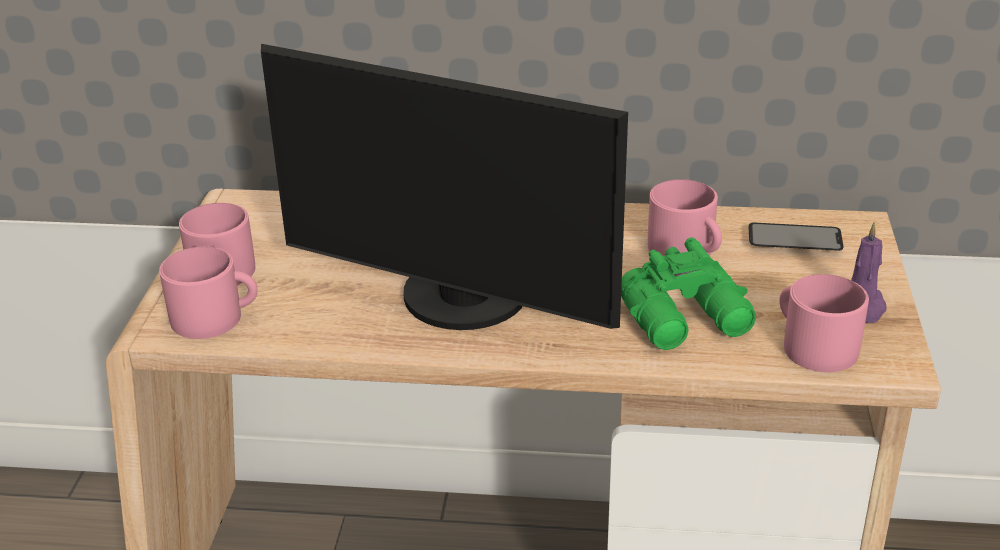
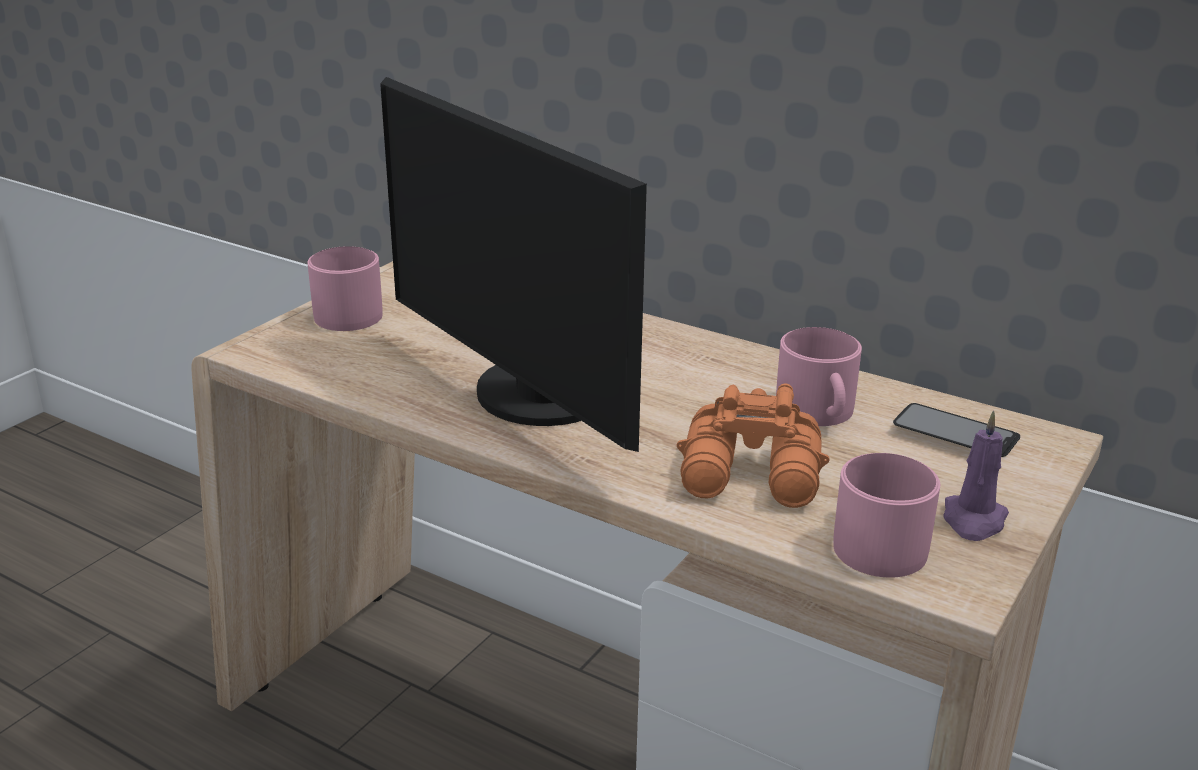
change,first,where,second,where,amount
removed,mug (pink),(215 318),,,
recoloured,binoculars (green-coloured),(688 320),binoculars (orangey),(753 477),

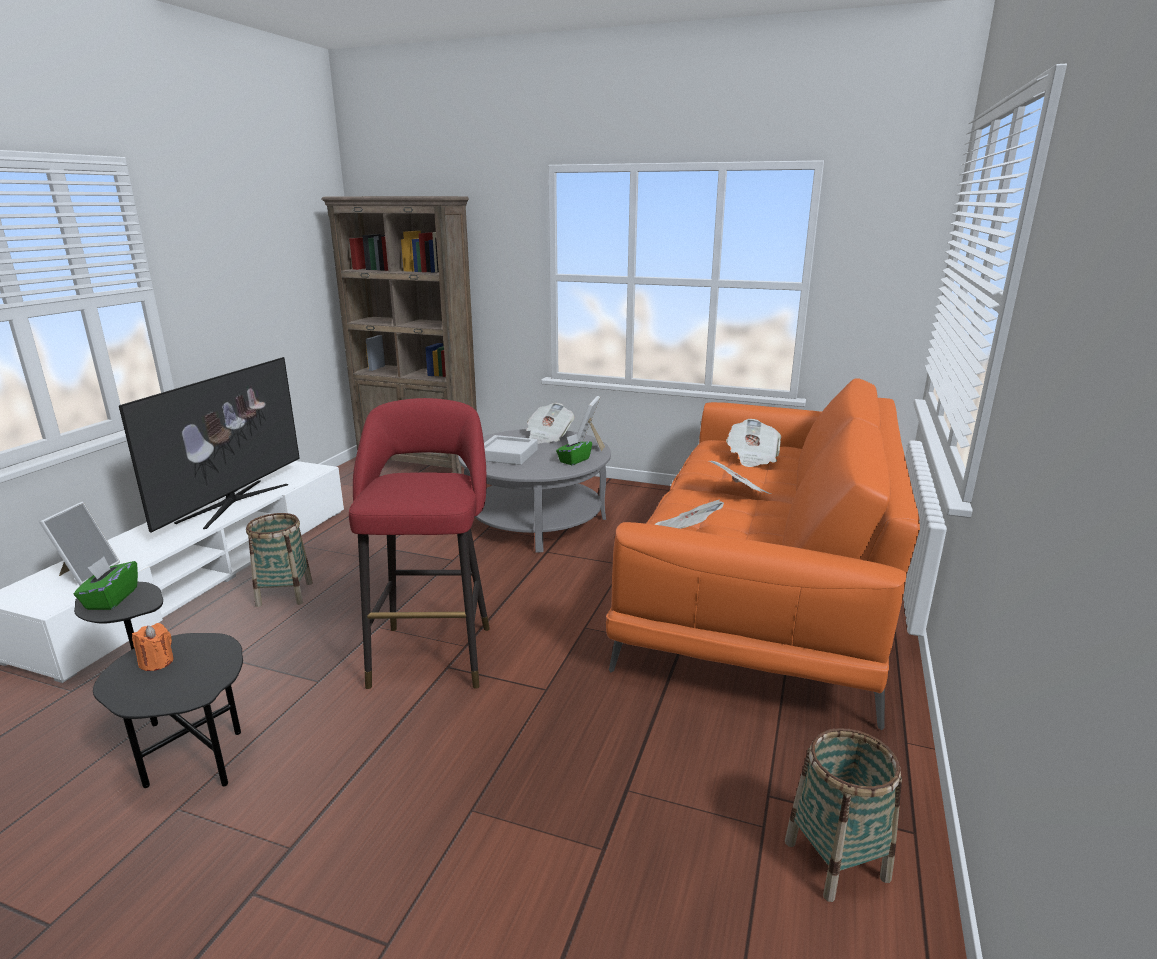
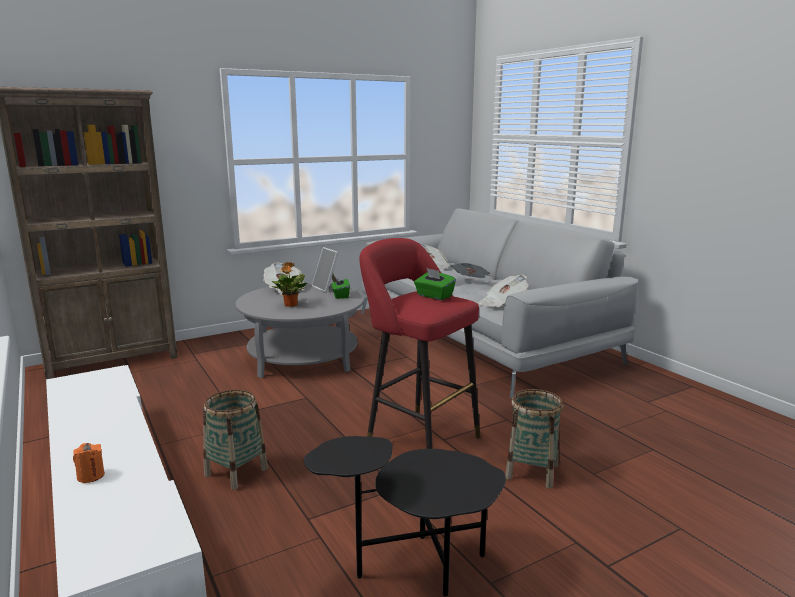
change,first,where,second,where,amount
removed,standing frame,(87 572),,,
moved,tissue holder (green-coloured),(111 599),,(434 296),
removed,TV set,(233 503),,,
moved,wax candle (orangey),(157 662),,(91 476),
replaced,tray (greyish),(507 455),houseplant,(290 305),
recoloured,couch (orangey),(763 582),couch (greyish),(480 337),
moved,basket,(836 860),,(532 472),

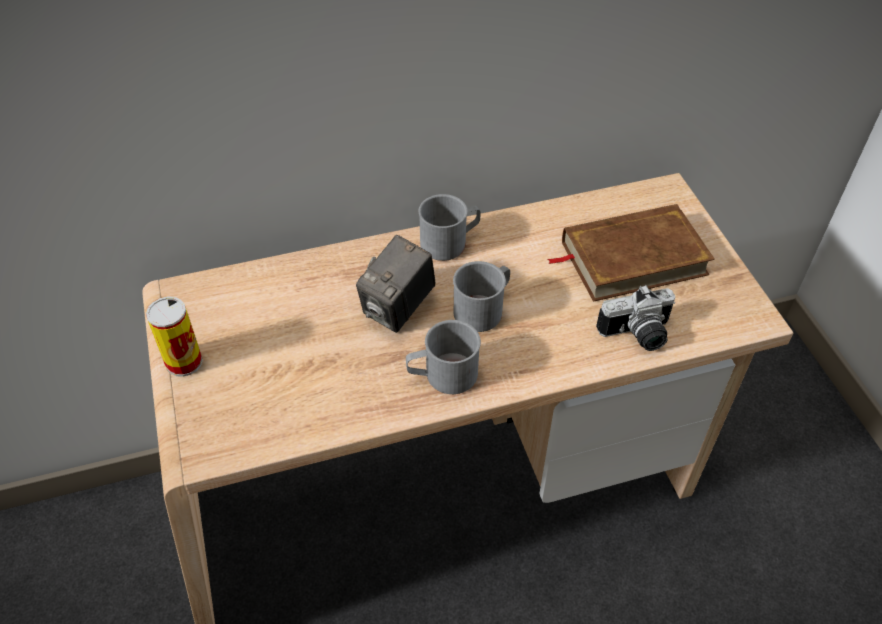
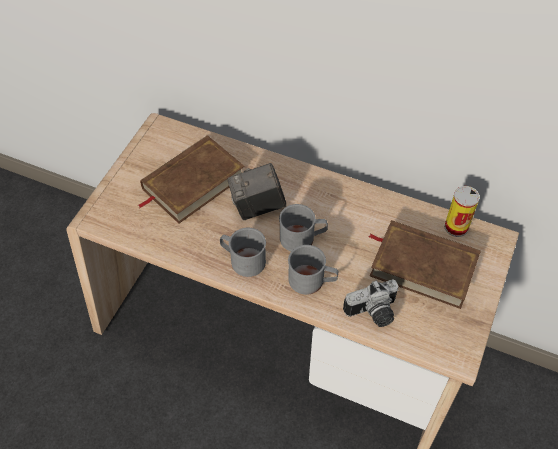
change,first,where,second,where,amount
moved,can,(184 362),,(456 227),
moved,mug (greyish),(450 242),,(312 281),
turned,still camera,(638 336),,(373 314),45 degrees counterclockwise
added,,,volume (brown-coloured),(192 182),

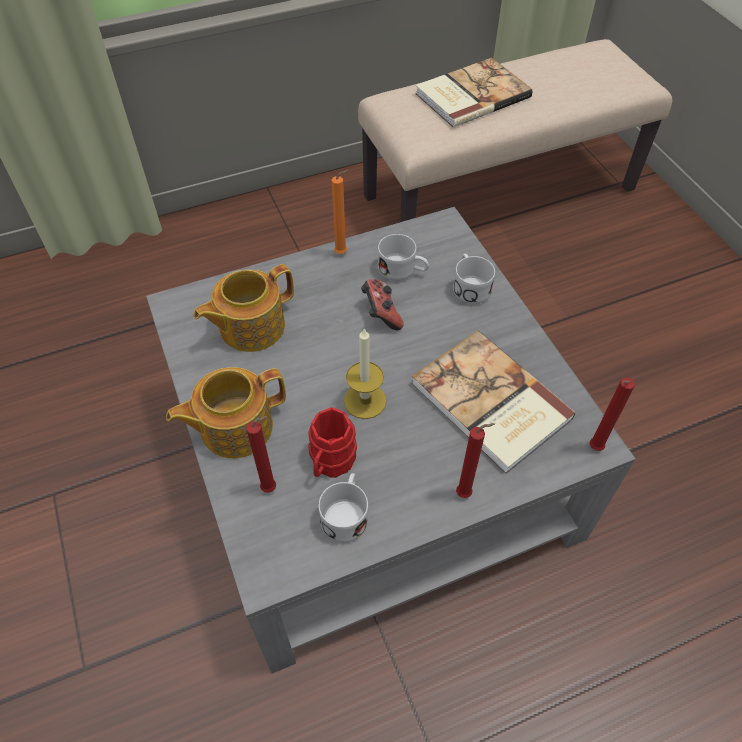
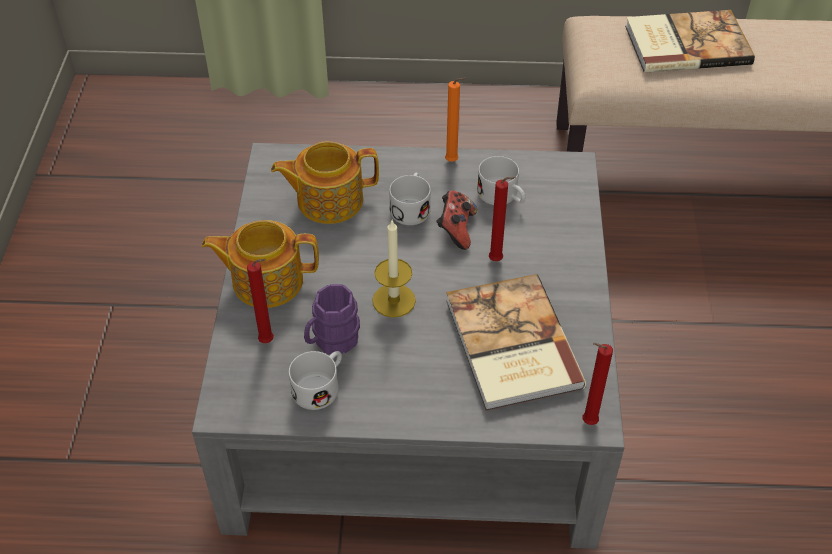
change,first,where,second,where,amount
recoloured,mug (red-coloured),(330 462),mug (purplish),(331 340),
moved,mug (white),(469 286),,(411 207),
moved,wax candle (red-coloured),(466 493),,(498 260),

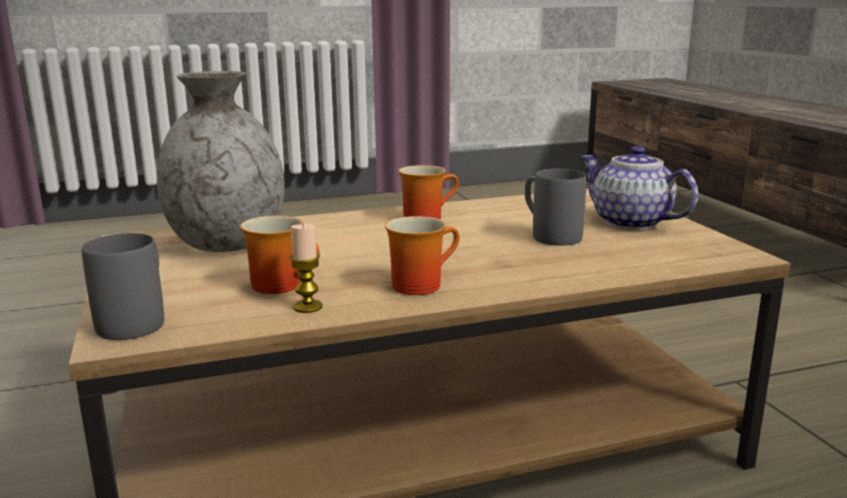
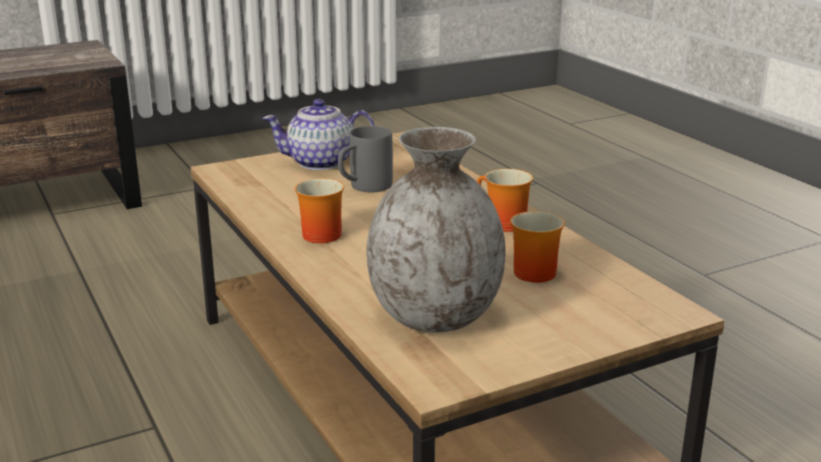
change,first,where,second,where,amount
removed,mug (greyish),(138 320),,,
removed,wax candle,(308 307),,,
turned,pot for tea,(631 222),,(321 163),45 degrees clockwise

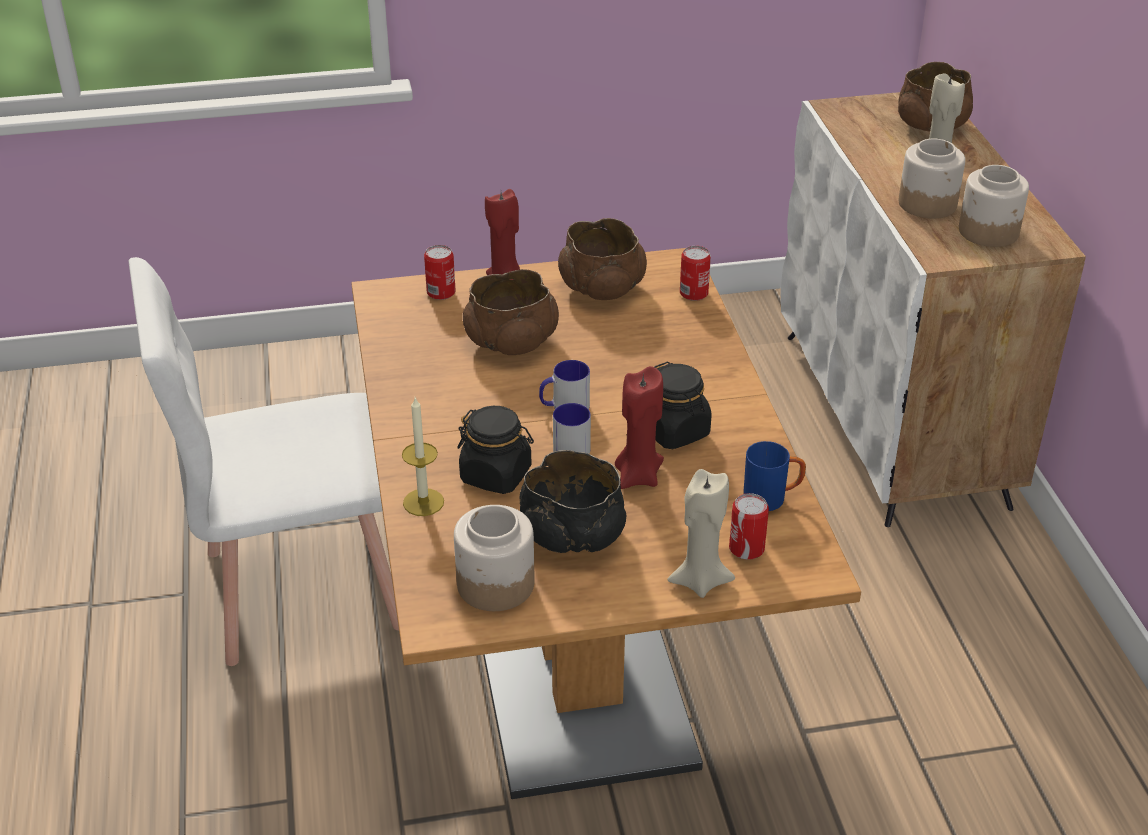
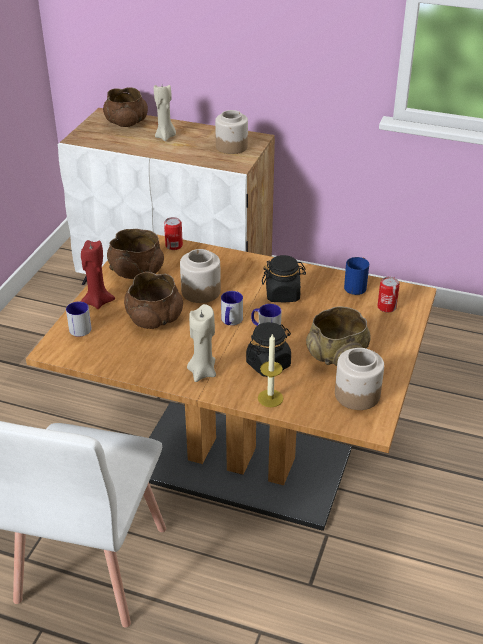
change,first,where,second,where,amount
replaced,can,(441 292),mug,(78 327),
recoloured,serving bowl (black-coloured),(573 534),serving bowl (sand-coloured),(337 355),
removed,wax candle (red-coloured),(638 476),,,
moved,wax candle (sand-coloured),(700 580),,(202 372),
moved,preserve jar,(928 203),,(200 291),

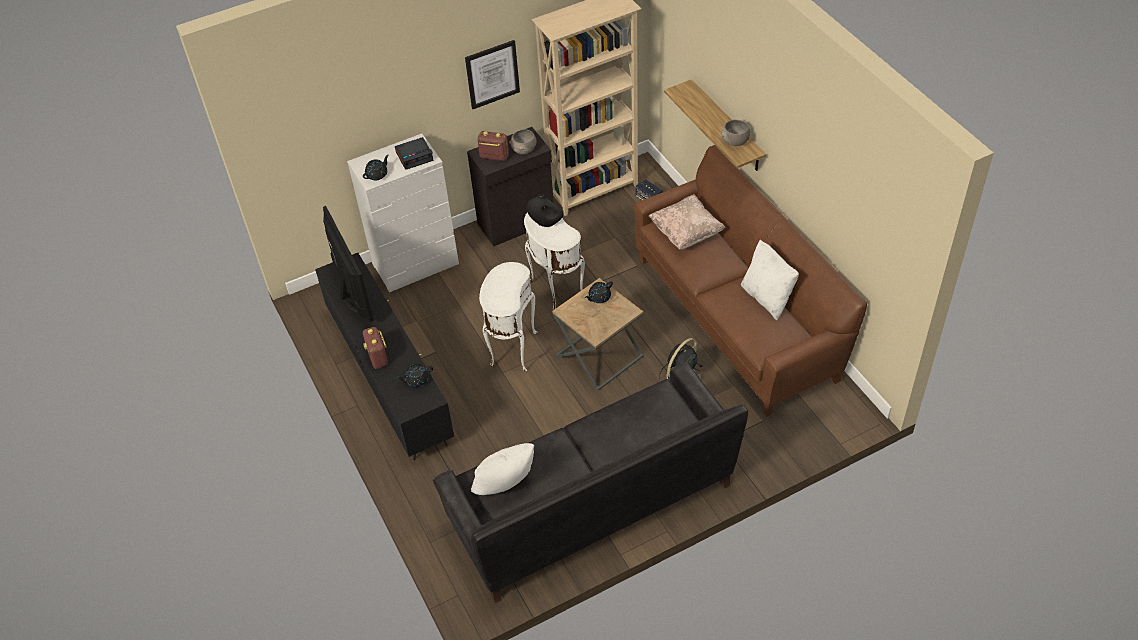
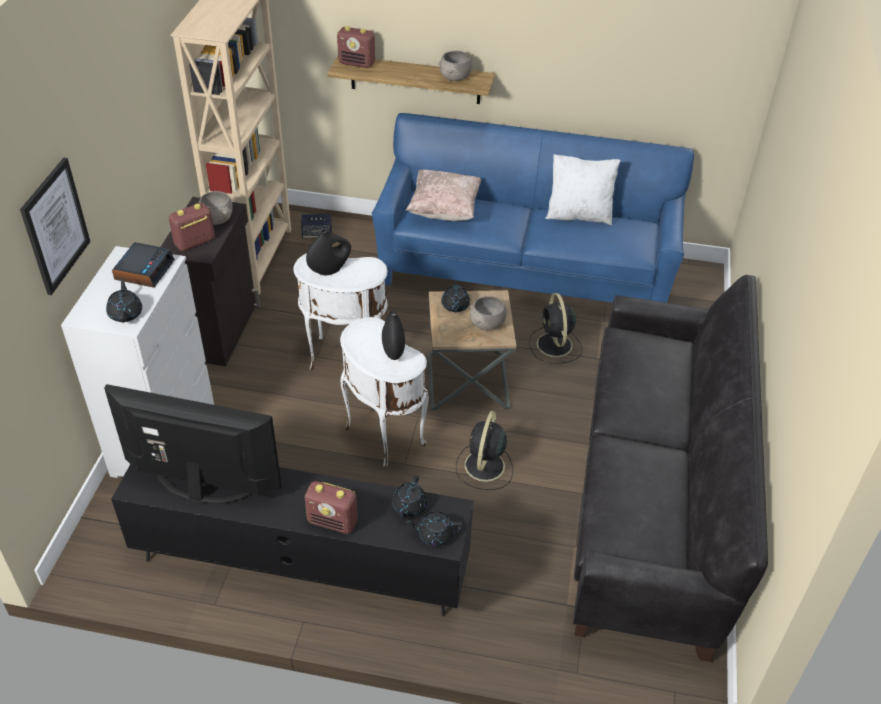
change,first,where,second,where,amount
moved,wall picture,(492 74),,(55 226),
removed,cushion (white),(505 487),,,
recoloured,couch (brown-coloured),(736 317),couch (bluish),(524 272),
added,,,radio receiver,(357 63),
added,,,vase (black-coloured),(393 351),
added,,,pot for tea (black-coloured),(435 534),
added,,,fan (black-coloured),(484 467),
added,,,serving bowl (greyish),(487 324),

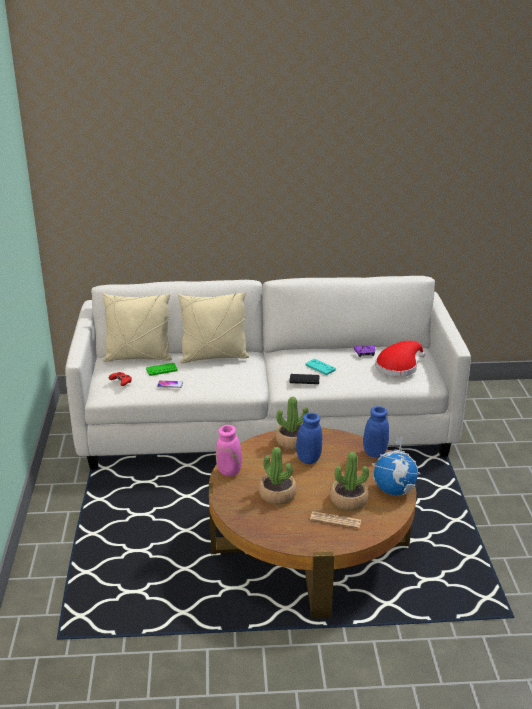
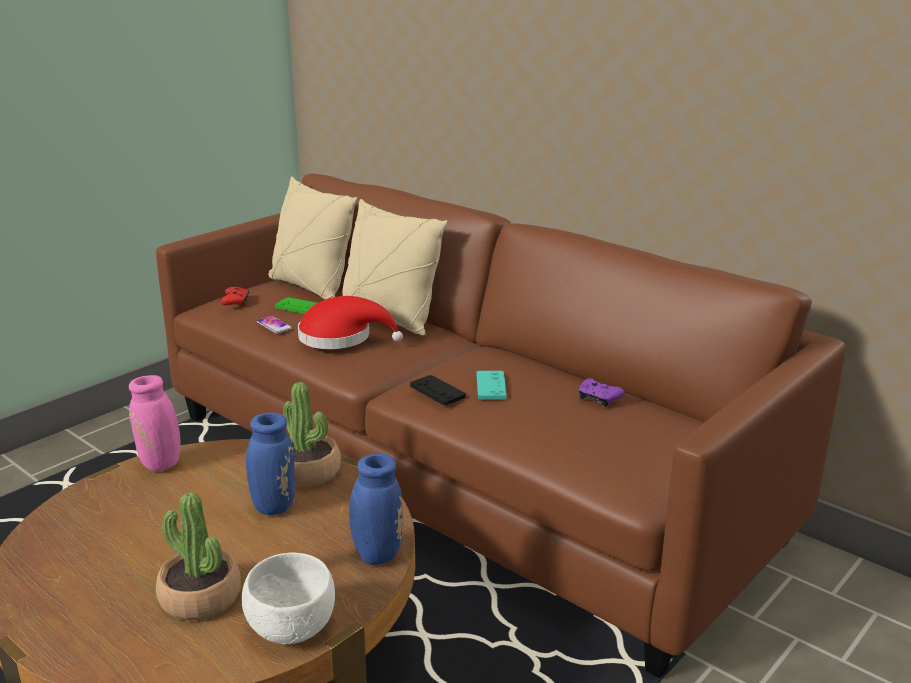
change,first,where,second,where,amount
recoloured,couch (white),(266 426),couch (brown-coloured),(457 473),
removed,houseplant,(277 494),,,
removed,newspaper,(335 520),,,
replaced,desk globe,(394 490),serving bowl (white),(290 629),
moved,hat (red-coloured),(398 366),,(341 337),

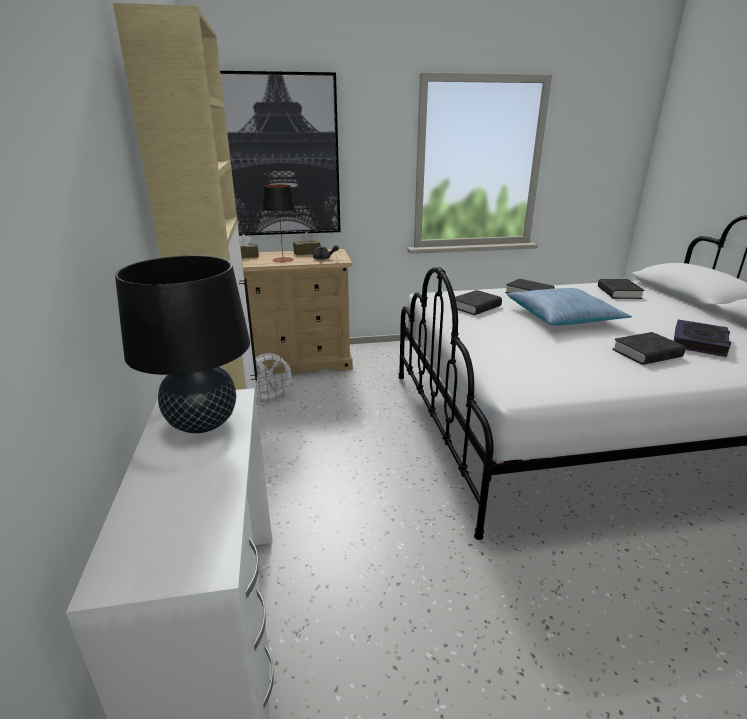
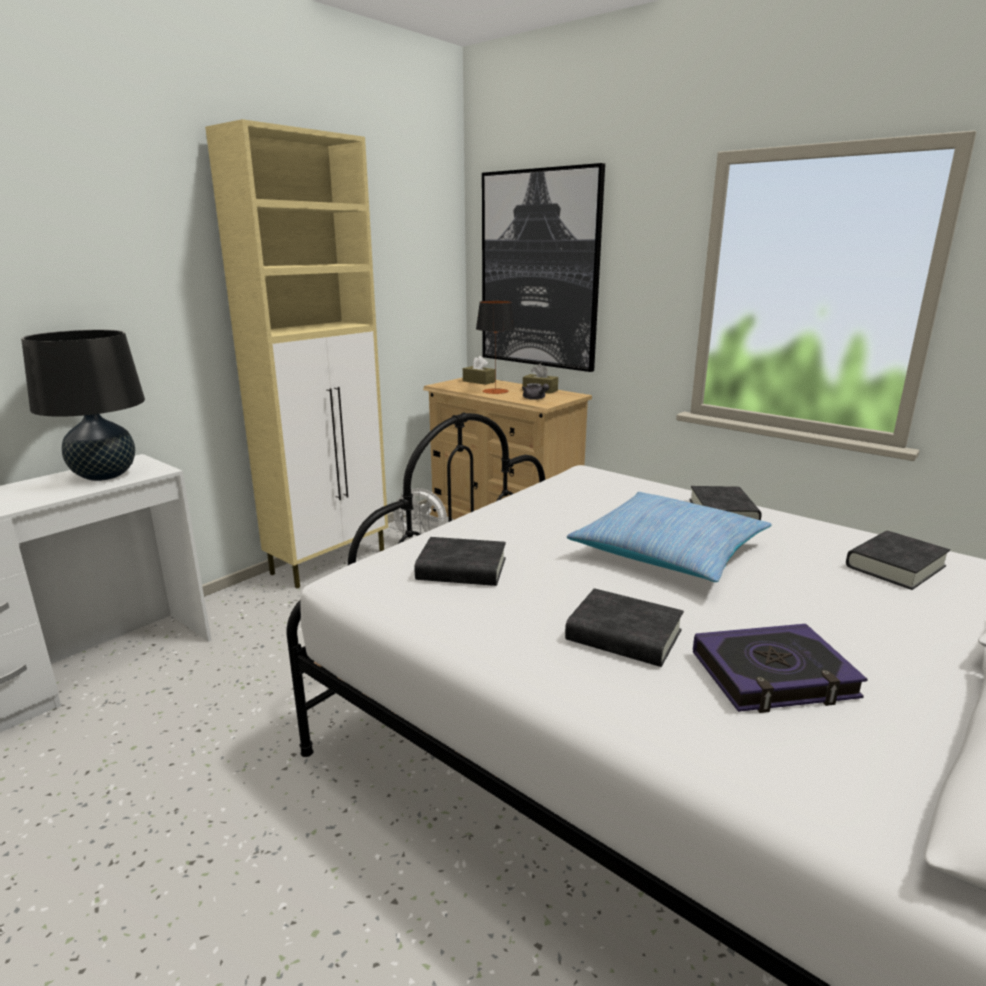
change,first,where,second,where,amount
moved,volume (black-coloured),(476 307),,(461 569),

